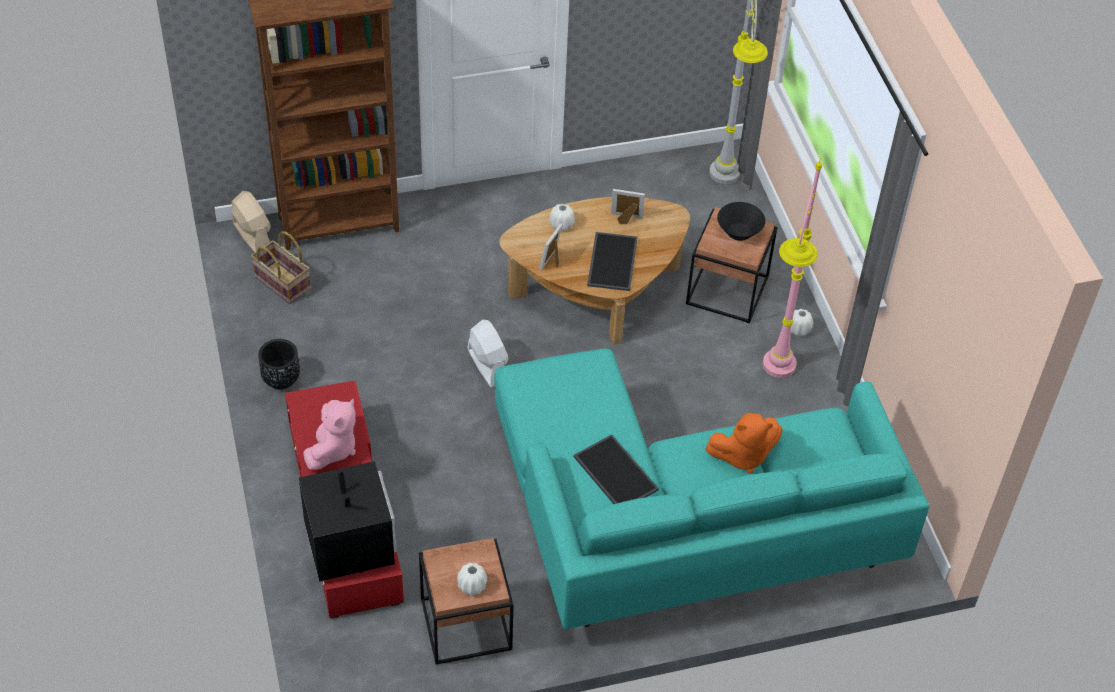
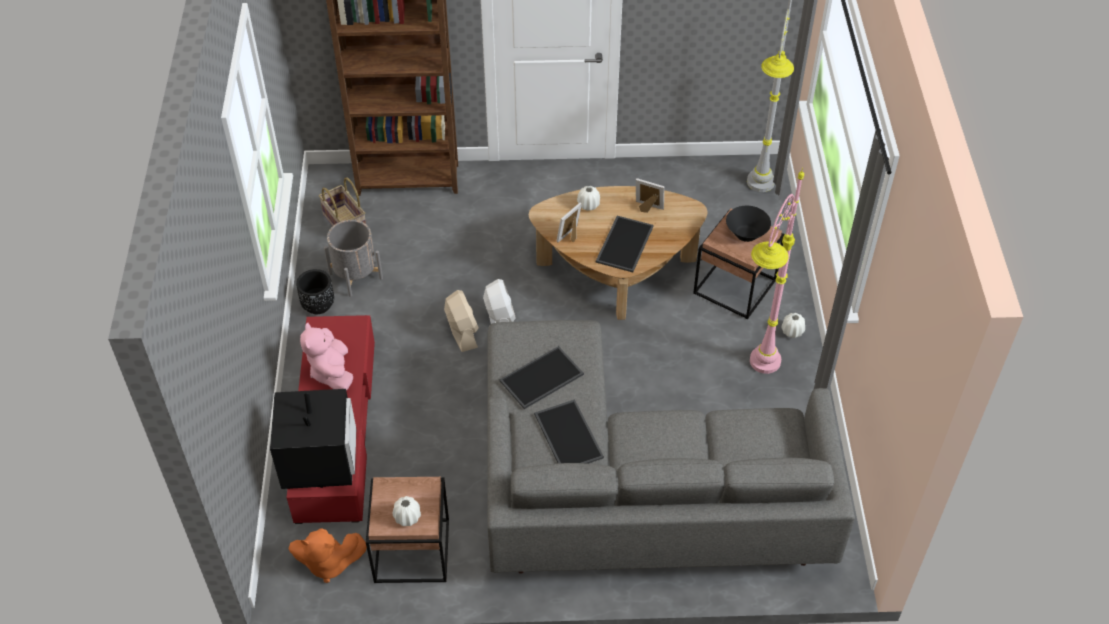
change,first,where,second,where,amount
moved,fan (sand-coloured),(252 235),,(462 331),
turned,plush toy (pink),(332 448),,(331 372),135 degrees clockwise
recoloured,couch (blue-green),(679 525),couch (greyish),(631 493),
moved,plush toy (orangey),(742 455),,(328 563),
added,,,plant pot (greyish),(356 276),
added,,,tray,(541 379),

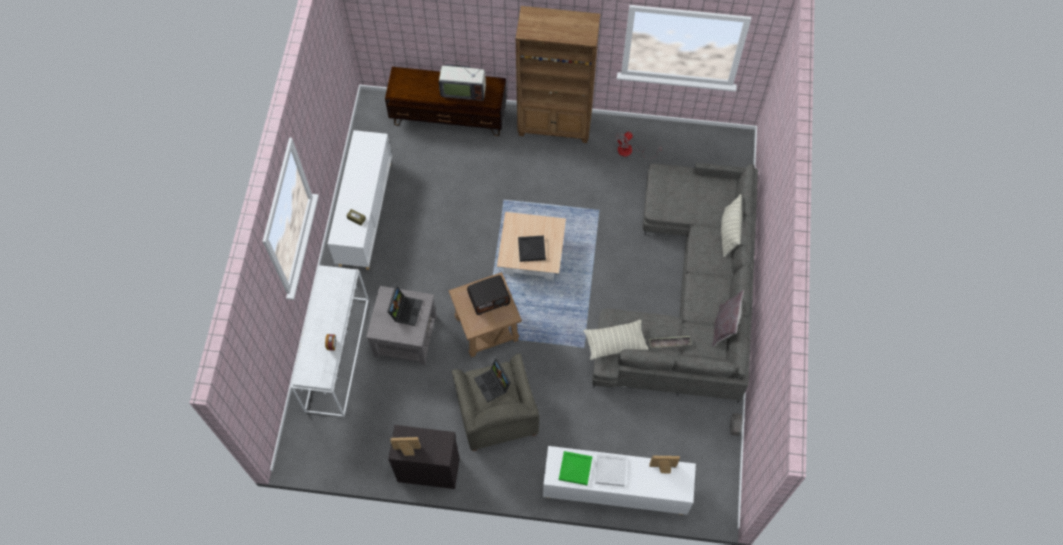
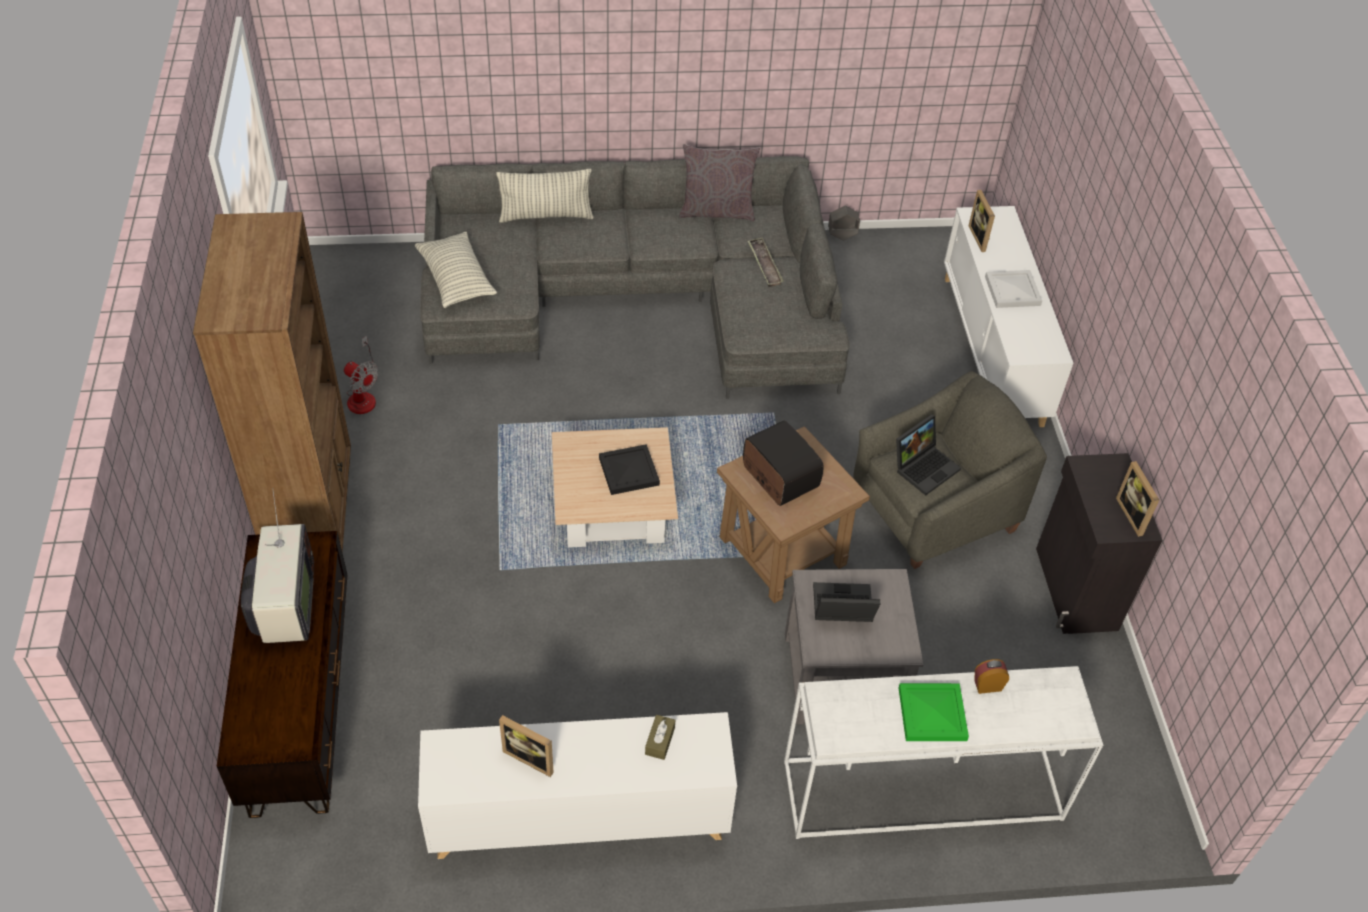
change,first,where,second,where,amount
moved,tray (green-coloured),(574 469),,(933 715),
moved,cushion,(615 343),,(456 279),
added,,,standing frame,(531 756),

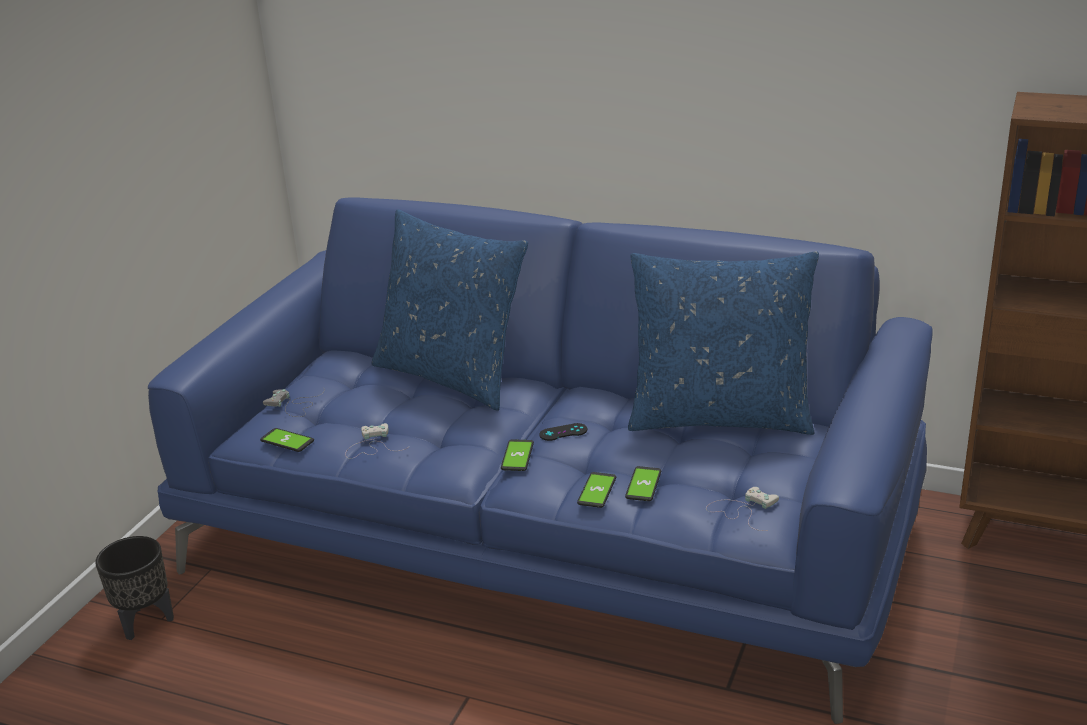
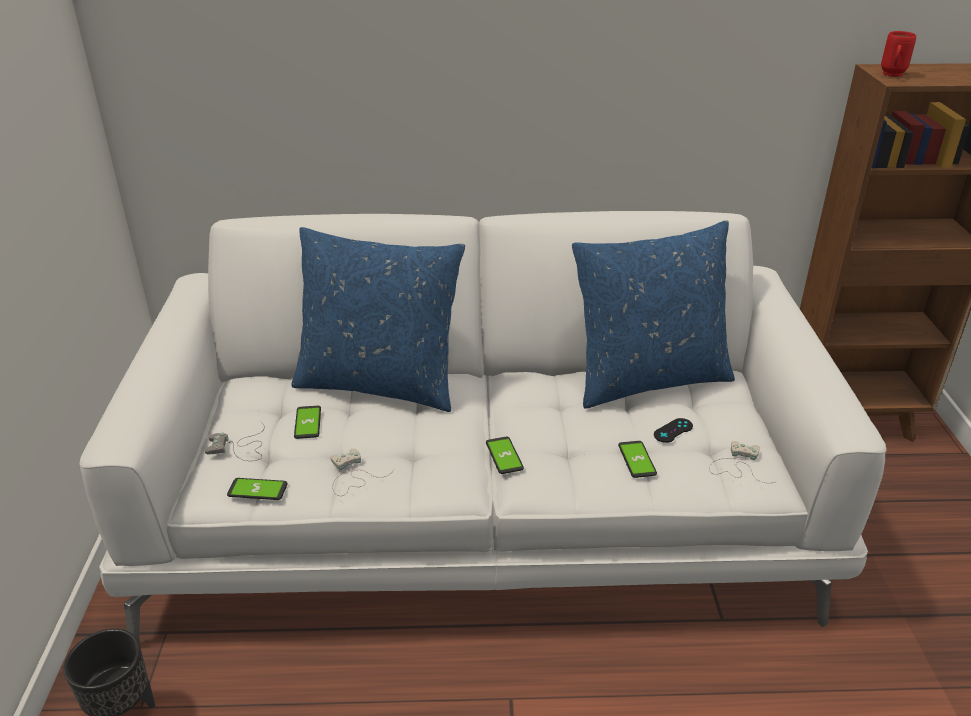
change,first,where,second,where,amount
recoloured,couch (bluish),(553 533),couch (white),(485 508),
moved,game controller (black-coloured),(563 432),,(673 430),
moved,phone,(597 491),,(307 423),
added,,,mug (red-coloured),(891 76),

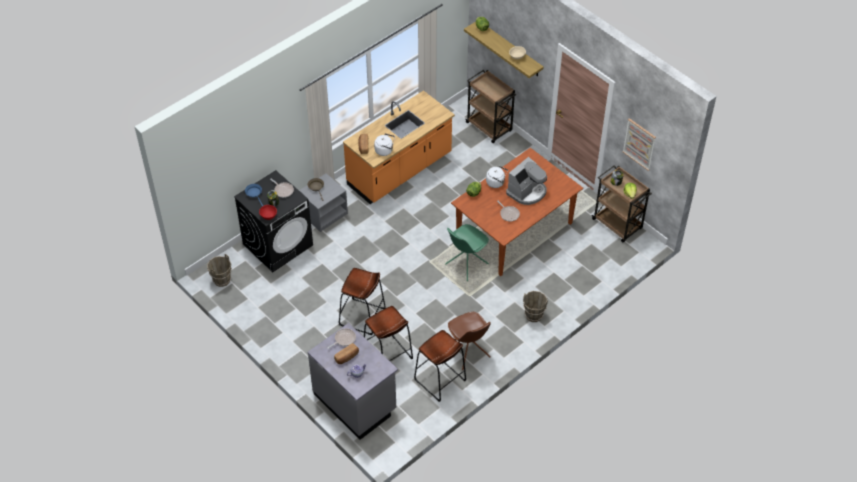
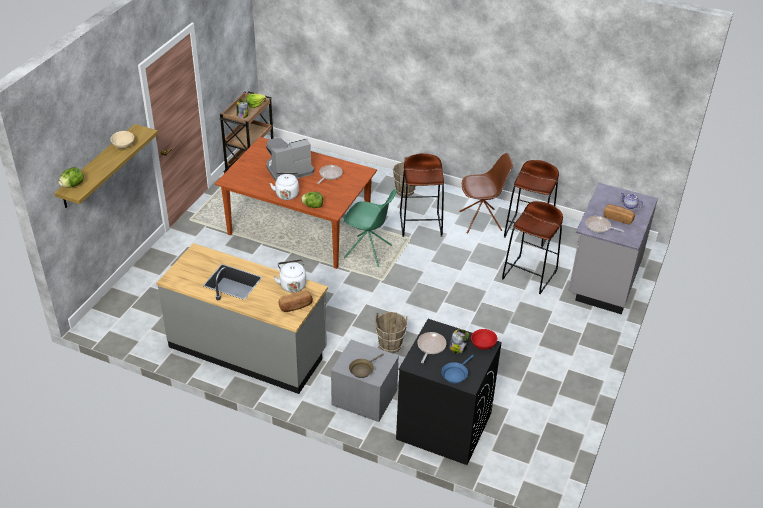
change,first,where,second,where,amount
moved,pail (brown-coloured),(221 280),,(390 346),
moved,stool (brown-coloured),(362 317),,(421 224),
recoloured,counter (orangey),(400 170),counter (greyish),(248 349),
turned,plain chair (brown-coloured),(468 352),,(481 221),45 degrees clockwise
removed,trolley (brown-coloured),(489 127),,,
turned,coffee maker,(527 192),,(288 170),45 degrees counterclockwise
removed,wall picture,(639 144),,,

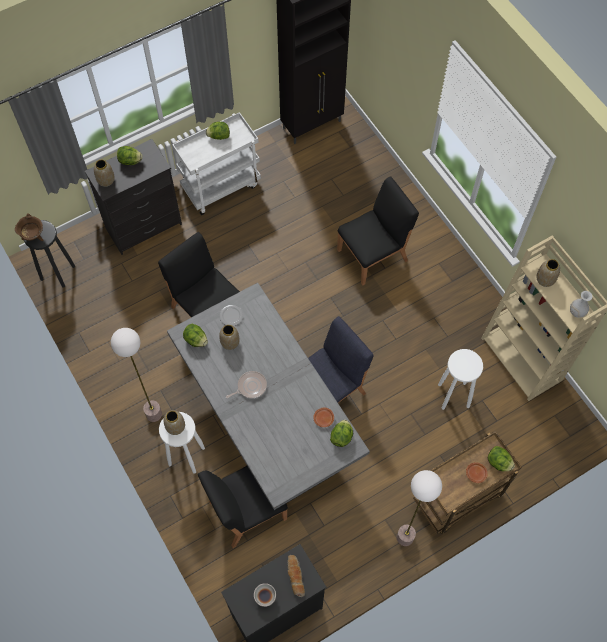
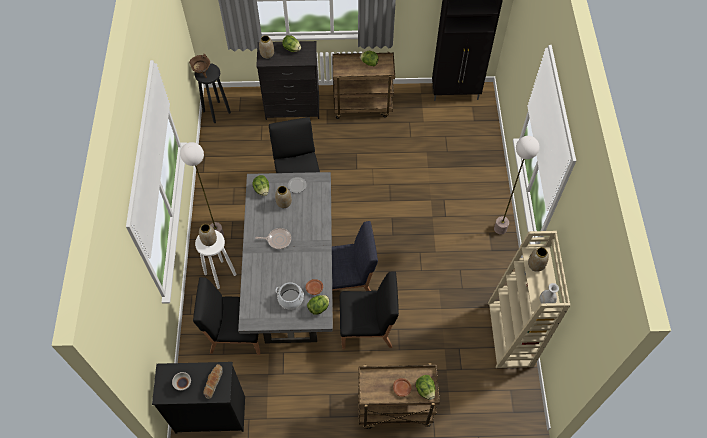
change,first,where,second,where,amount
recoloured,trolley (white),(221 186),trolley (brown-coloured),(363 106),
moved,plain chair (black-coloured),(373 255),,(367 328),
moved,floor lamp,(405 537),,(500 229),
removed,stool (white),(453 396),,,
added,,,saucepot,(290 299),

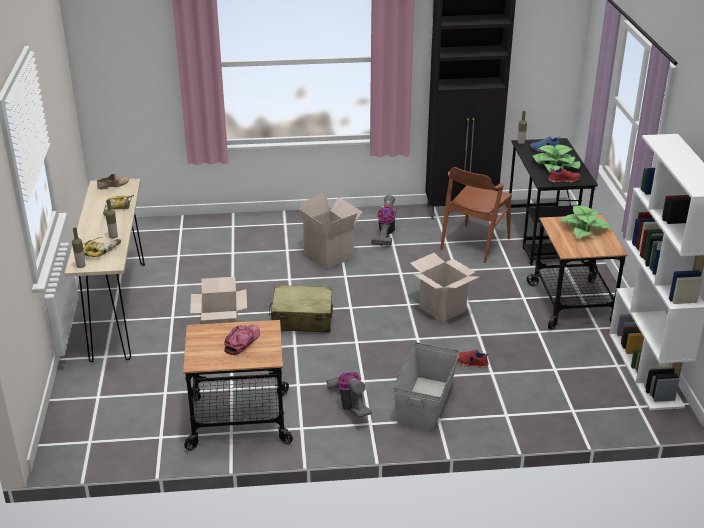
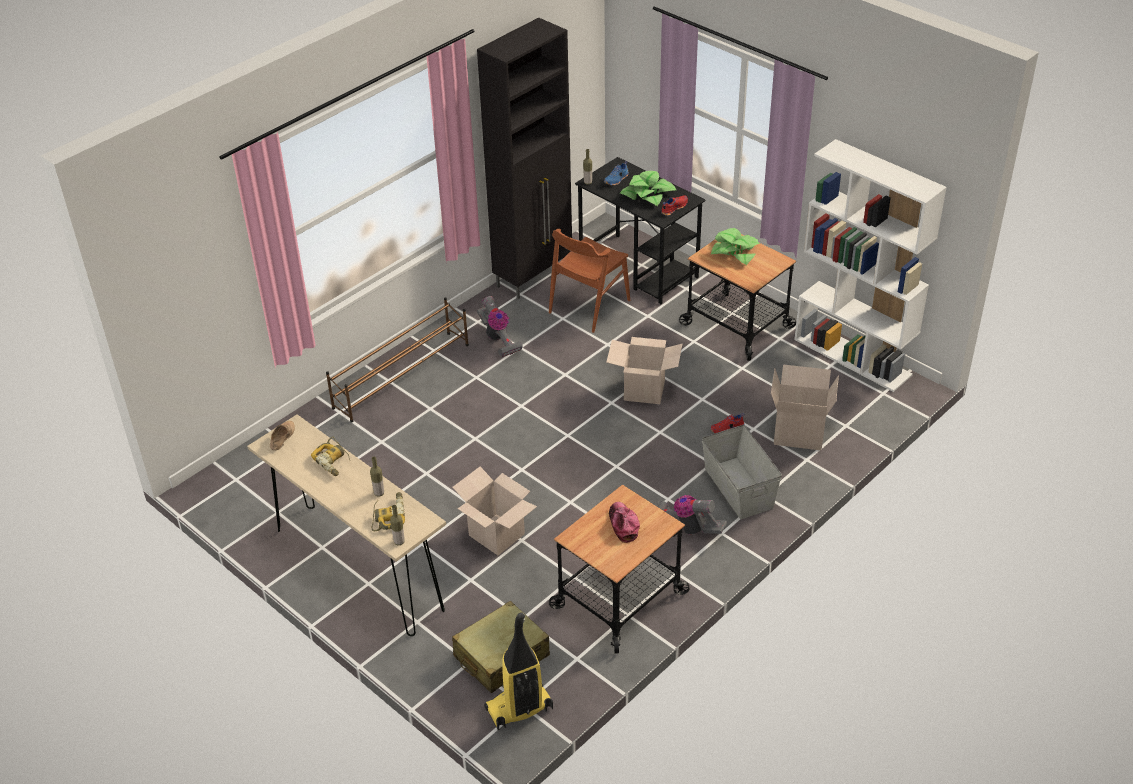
change,first,where,second,where,amount
moved,suitcase (sand-coloured),(302 318),,(501 656),
moved,packing box,(330 255),,(800 432),
turned,plain chair (brown-coloured),(475 243),,(589 306),45 degrees clockwise
added,,,shoe stand (brown-coloured),(402 376),
added,,,vacuum,(519 709),

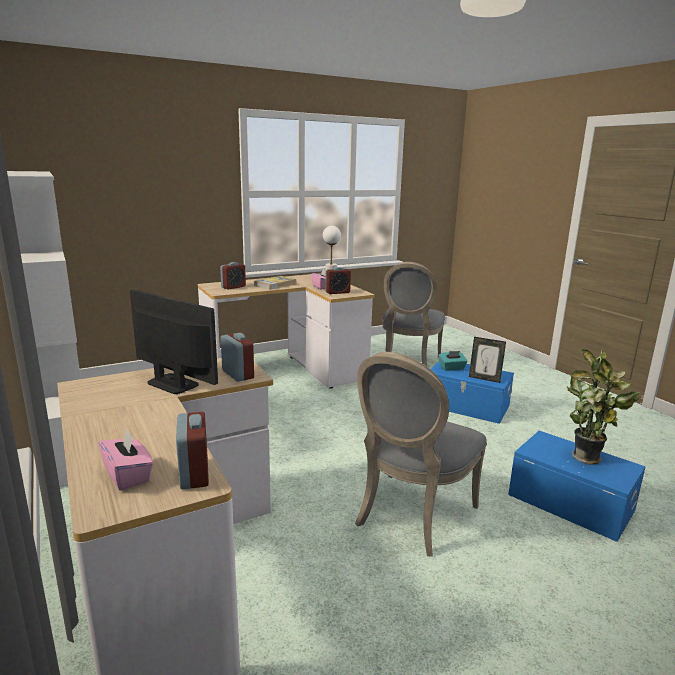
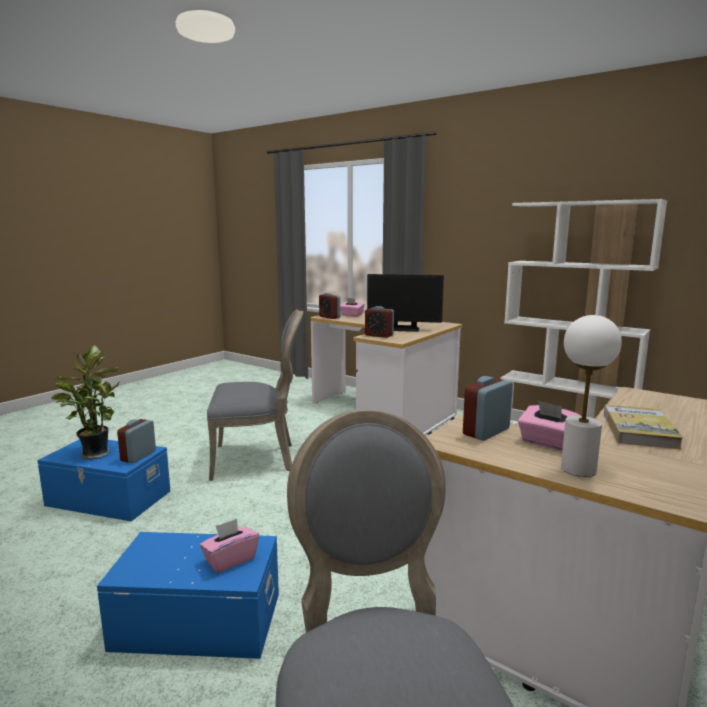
change,first,where,second,where,amount
moved,bedside clock,(233 287),,(138 456),
turned,plain chair (greyish),(411 516),,(257 459),75 degrees clockwise
recoloured,tissue holder (blue-green),(452 368),tissue holder (pink),(230 560),
removed,standing frame,(484 379),,,

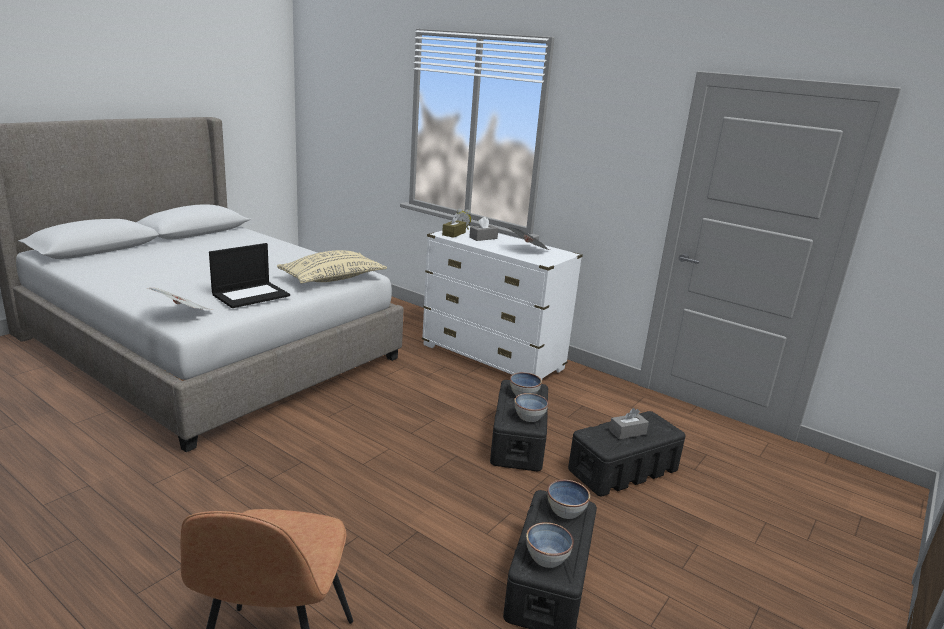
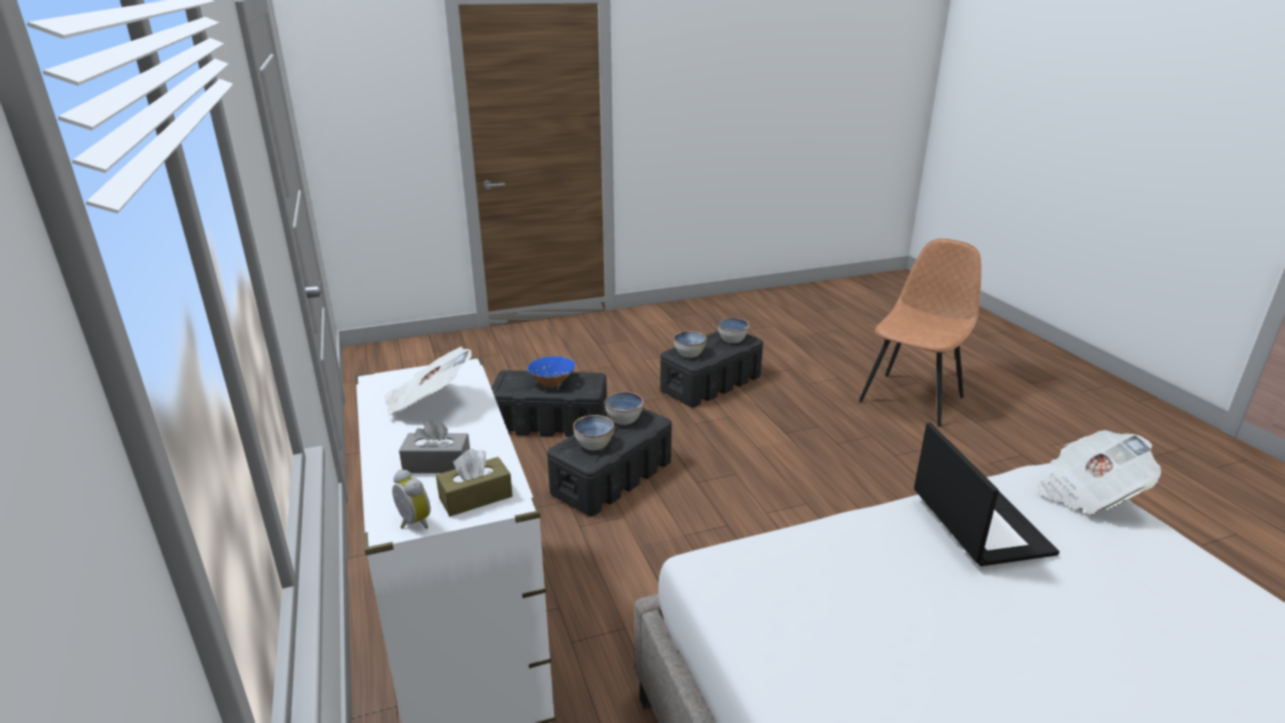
change,first,where,second,where,amount
turned,notebook computer,(251 295),,(978 521),90 degrees clockwise
removed,cushion (sand-coloured),(332 279),,,
replaced,tissue holder (greyish),(627 432),serving bowl (bluish),(552 382),

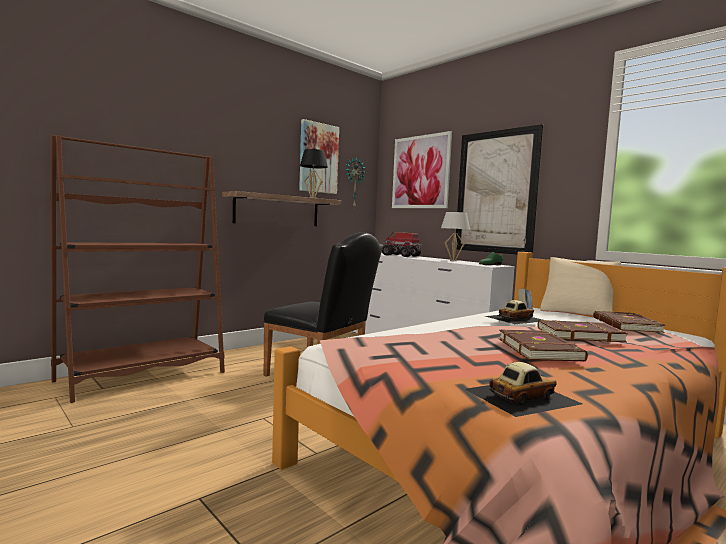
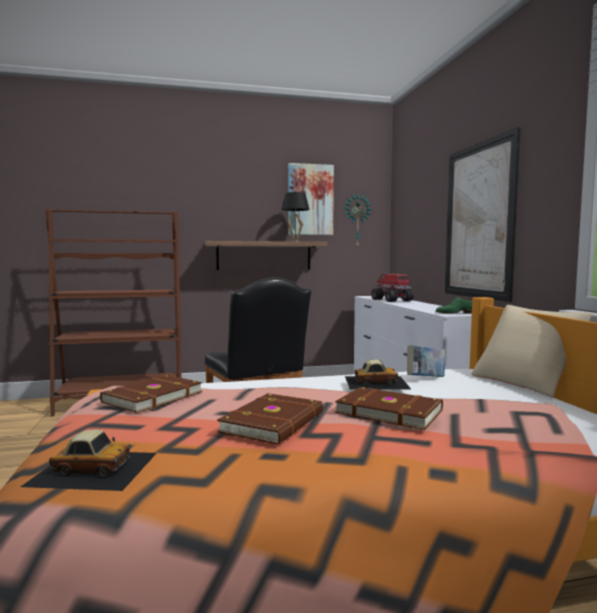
change,first,where,second,where,amount
removed,wall picture,(420 172),,,
removed,lamp for a table (white),(453 260),,,
moved,volume (brown-coloured),(625 325),,(151 397),

